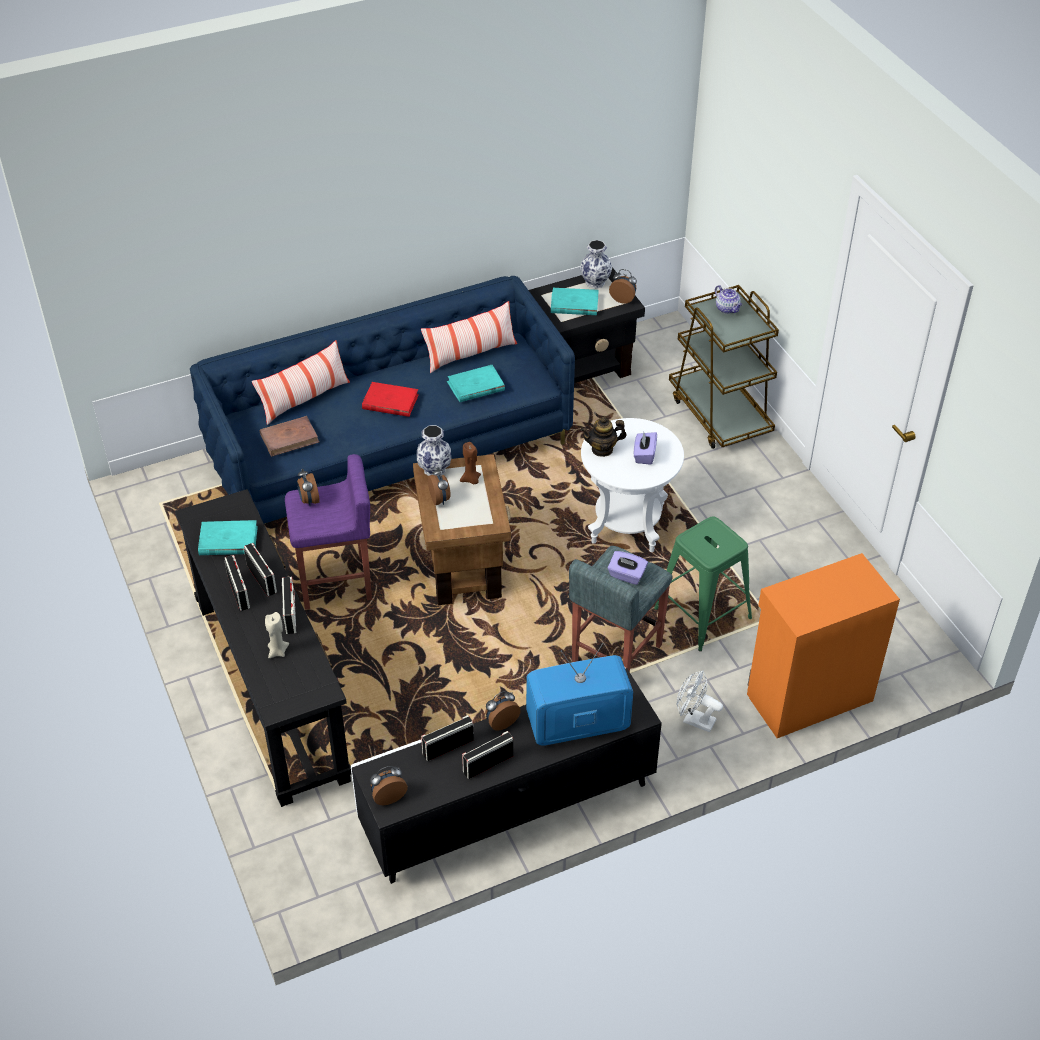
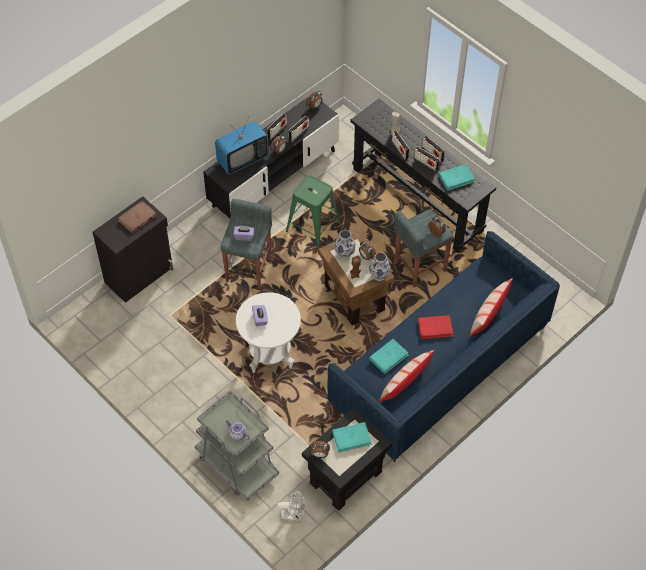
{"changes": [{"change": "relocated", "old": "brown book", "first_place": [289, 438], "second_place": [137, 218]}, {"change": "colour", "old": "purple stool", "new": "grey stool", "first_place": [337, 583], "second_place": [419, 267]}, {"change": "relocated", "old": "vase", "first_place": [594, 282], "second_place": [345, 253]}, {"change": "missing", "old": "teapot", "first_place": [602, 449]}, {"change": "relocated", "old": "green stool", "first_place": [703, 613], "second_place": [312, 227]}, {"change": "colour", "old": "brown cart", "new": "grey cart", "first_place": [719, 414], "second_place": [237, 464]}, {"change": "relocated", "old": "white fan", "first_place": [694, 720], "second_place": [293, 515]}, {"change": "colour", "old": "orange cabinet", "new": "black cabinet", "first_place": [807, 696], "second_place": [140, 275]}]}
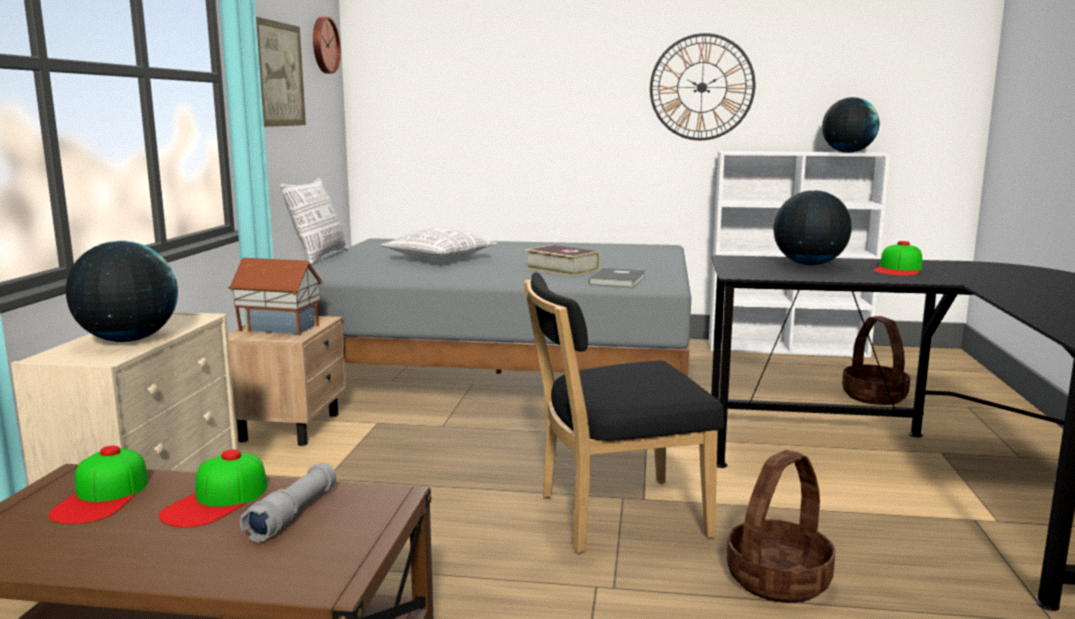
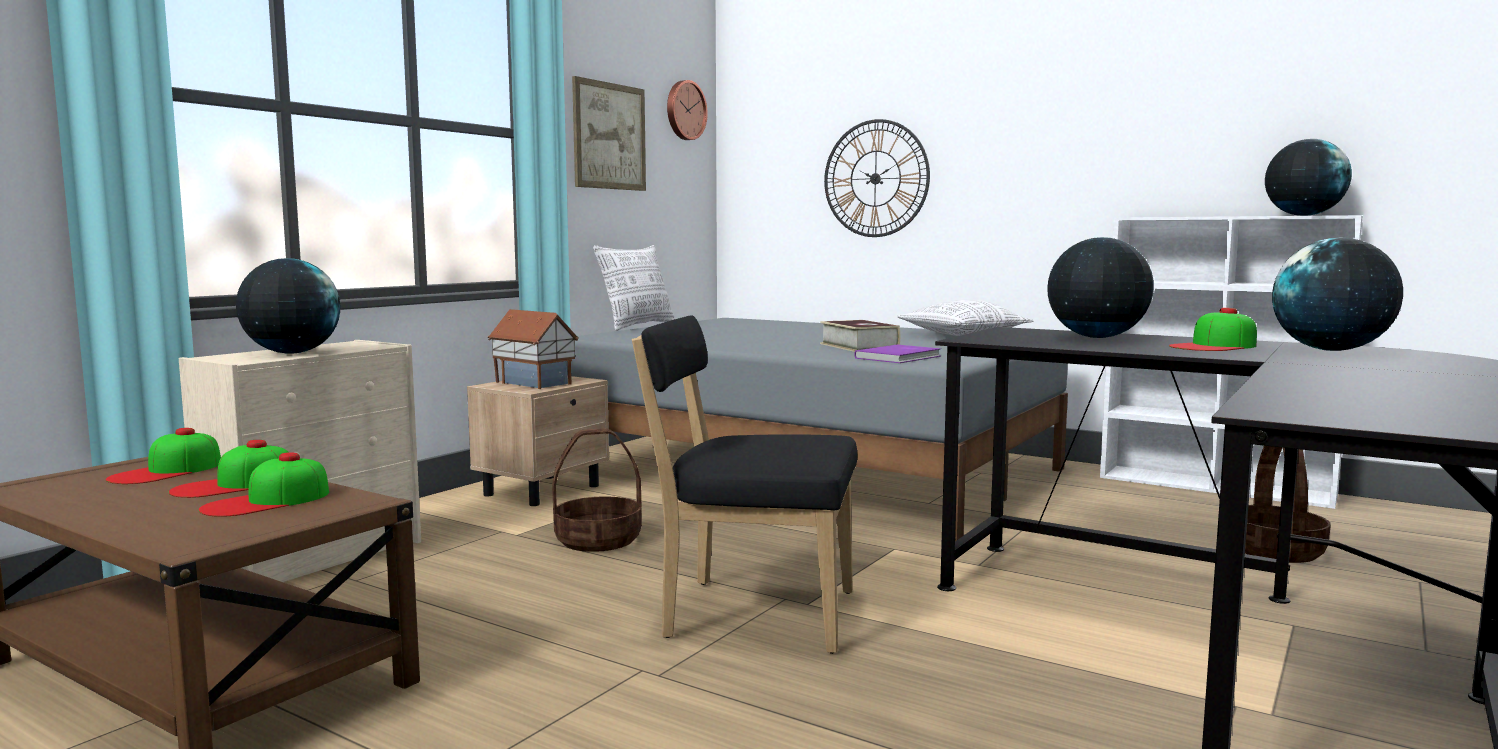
{"changes": [{"change": "exchanged", "old": "grey flashlight", "new": "cap", "first_place": [293, 514], "second_place": [266, 501]}, {"change": "relocated", "old": "pillow", "first_place": [439, 259], "second_place": [962, 336]}, {"change": "colour", "old": "grey book", "new": "purple book", "first_place": [619, 280], "second_place": [900, 357]}, {"change": "relocated", "old": "wall clock", "first_place": [702, 87], "second_place": [875, 178]}, {"change": "relocated", "old": "basket", "first_place": [778, 580], "second_place": [597, 540]}, {"change": "appeared", "new": "globe", "second_place": [1331, 350]}]}
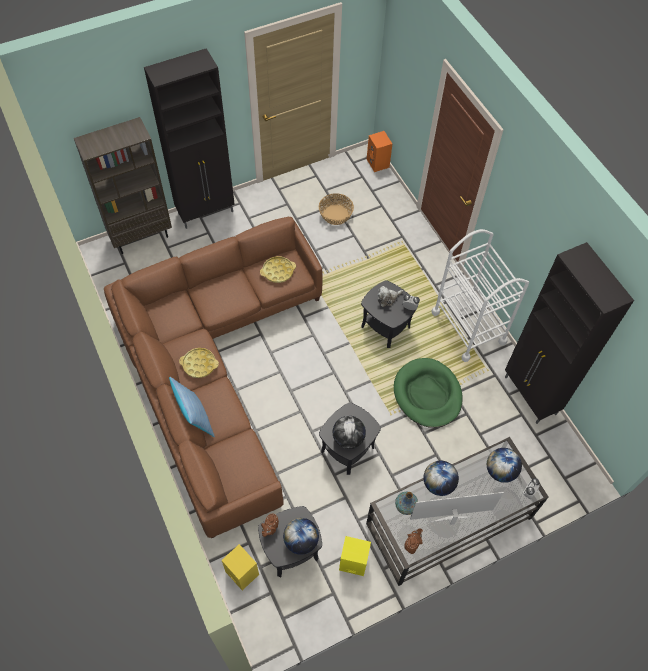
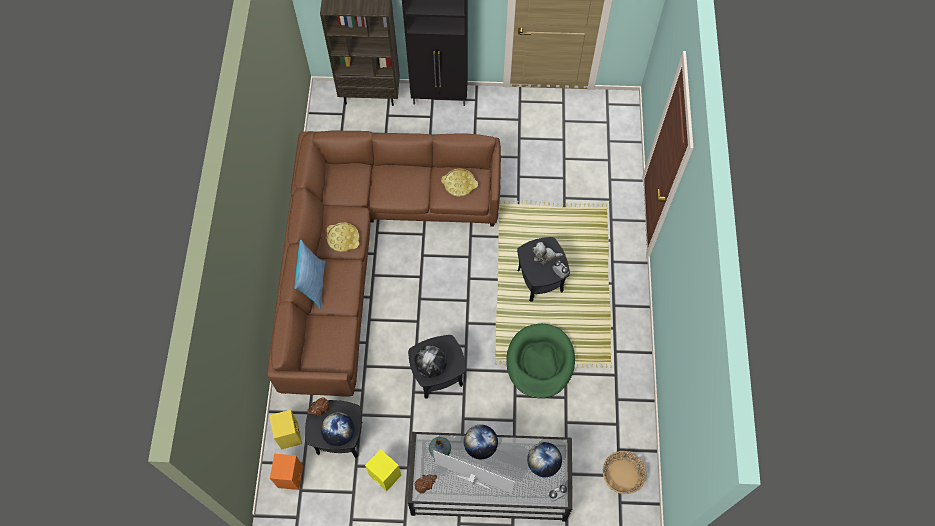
{"changes": [{"change": "relocated", "old": "basket", "first_place": [335, 214], "second_place": [622, 475]}, {"change": "relocated", "old": "orange speaker", "first_place": [378, 163], "second_place": [291, 477]}, {"change": "missing", "old": "white cart", "first_place": [468, 327]}, {"change": "missing", "old": "black cabinet", "first_place": [530, 396]}]}
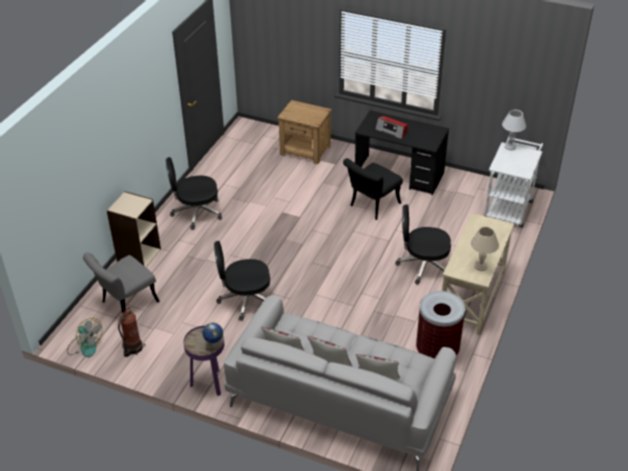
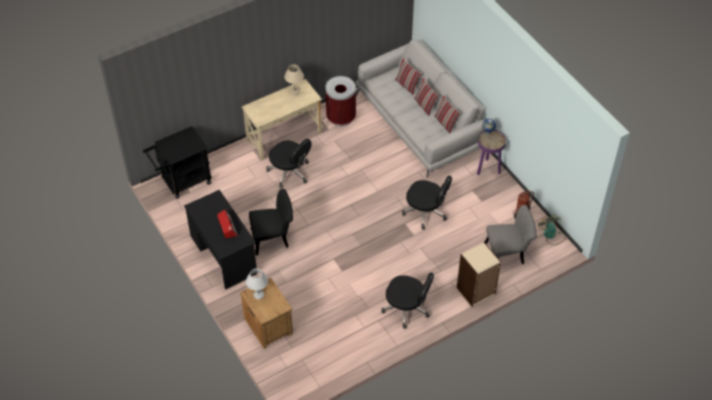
{"changes": [{"change": "colour", "old": "white cart", "new": "black cart", "first_place": [509, 206], "second_place": [182, 182]}, {"change": "relocated", "old": "white table lamp", "first_place": [510, 146], "second_place": [258, 295]}]}
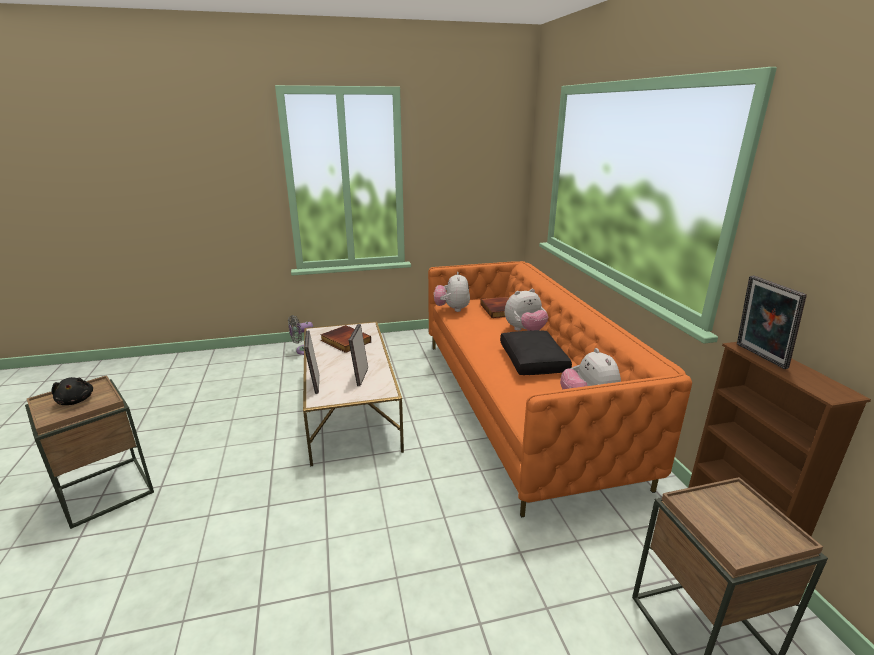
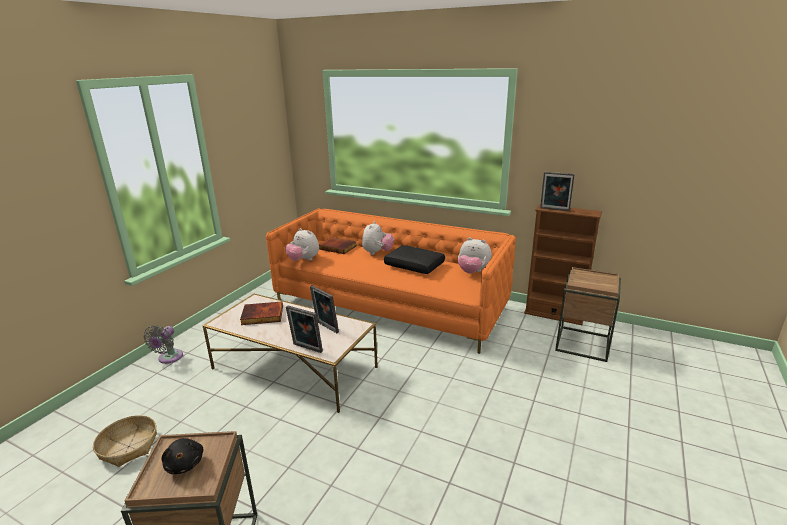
{"changes": [{"change": "spun", "old": "black plush toy", "first_place": [76, 400], "second_place": [185, 463], "degrees": 60}, {"change": "appeared", "new": "basket", "second_place": [128, 446]}]}
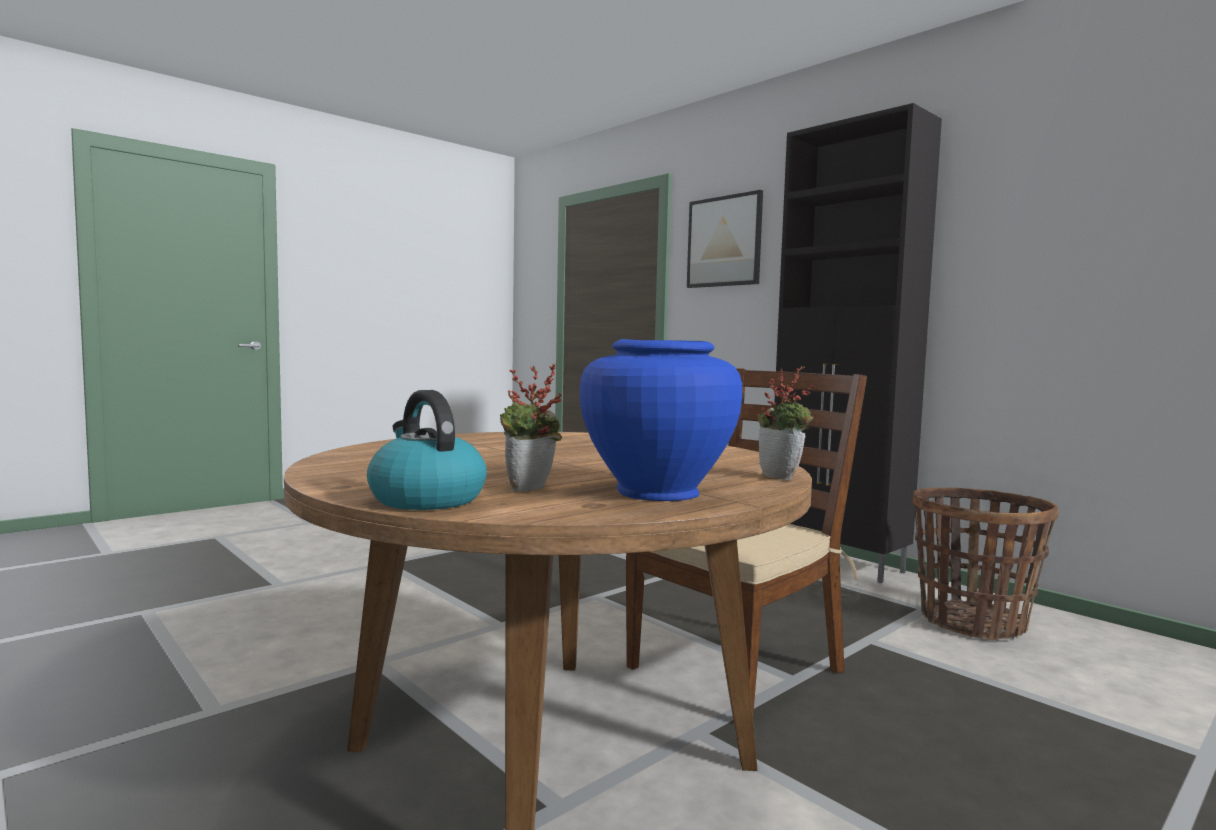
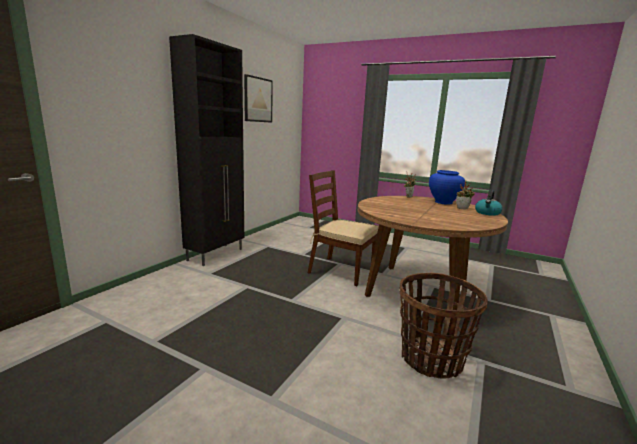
{"changes": [{"change": "relocated", "old": "picture", "first_place": [724, 241], "second_place": [258, 100]}, {"change": "relocated", "old": "basket", "first_place": [972, 622], "second_place": [431, 359]}]}
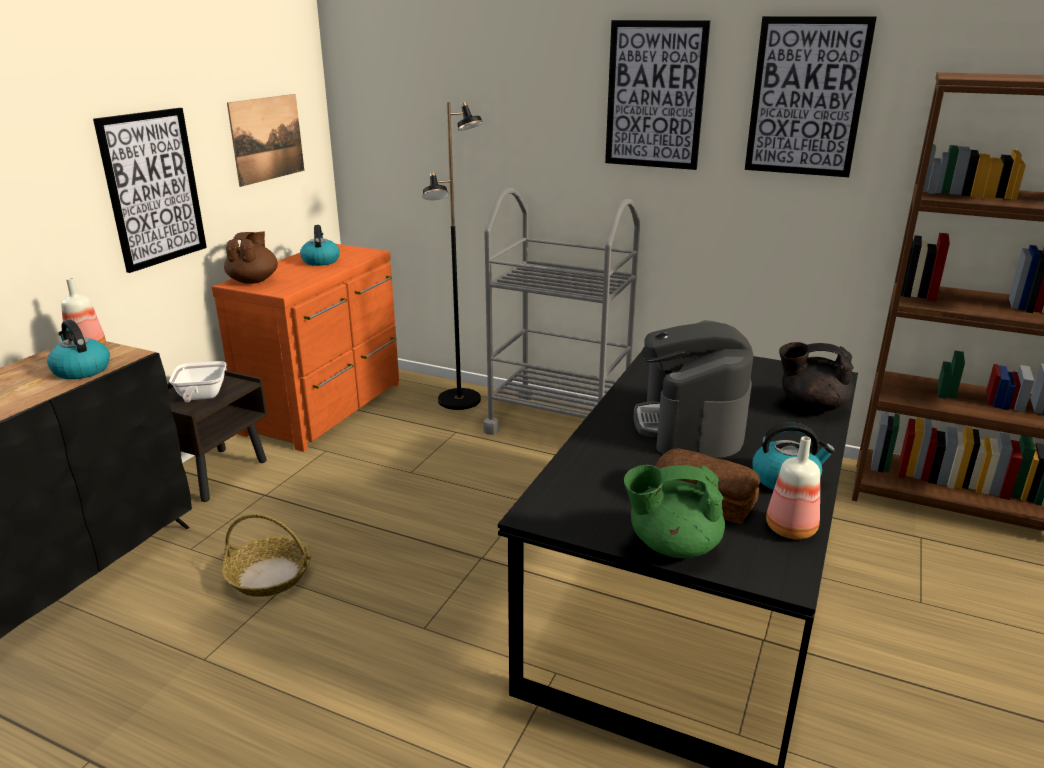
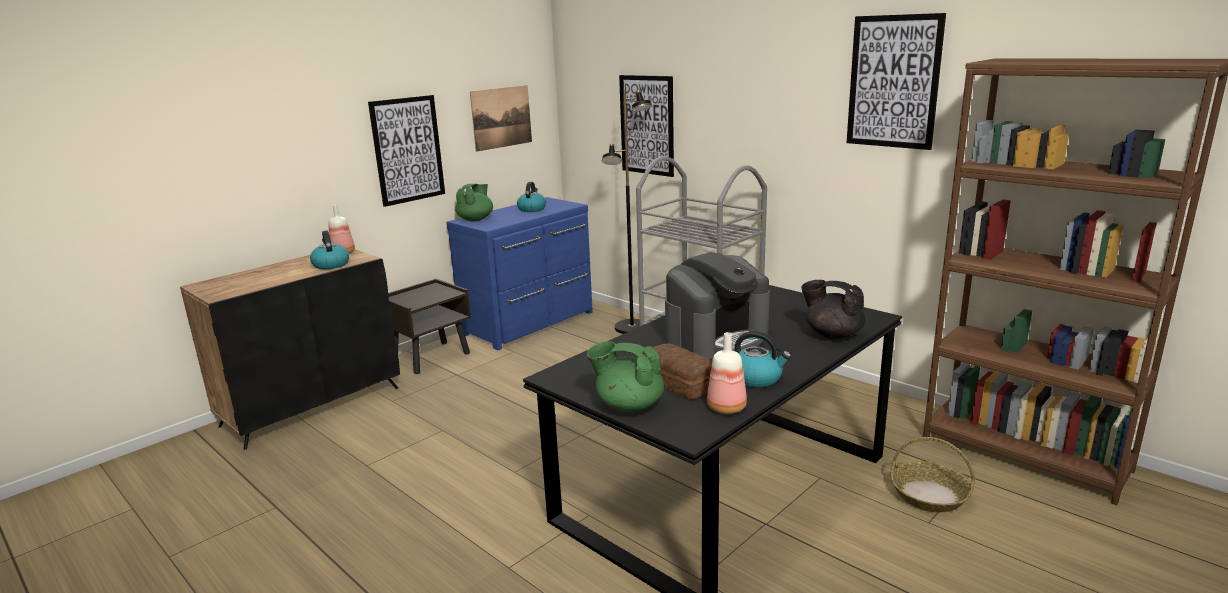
{"changes": [{"change": "missing", "old": "frying pan", "first_place": [200, 397]}, {"change": "colour", "old": "orange dresser", "new": "blue dresser", "first_place": [328, 408], "second_place": [531, 323]}, {"change": "relocated", "old": "basket", "first_place": [270, 575], "second_place": [929, 495]}, {"change": "colour", "old": "brown teapot", "new": "green teapot", "first_place": [253, 281], "second_place": [476, 219]}, {"change": "relocated", "old": "picture", "first_place": [655, 95], "second_place": [647, 125]}, {"change": "spun", "old": "coffee machine", "first_place": [690, 426], "second_place": [716, 337], "degrees": -150}]}
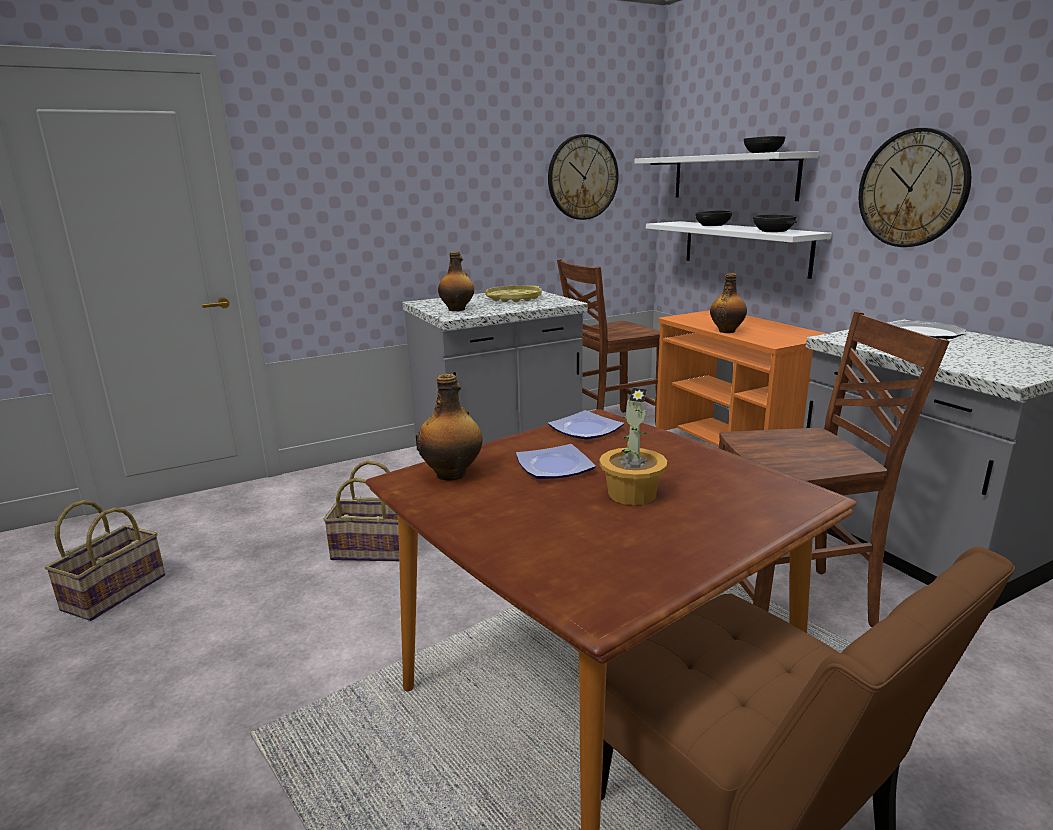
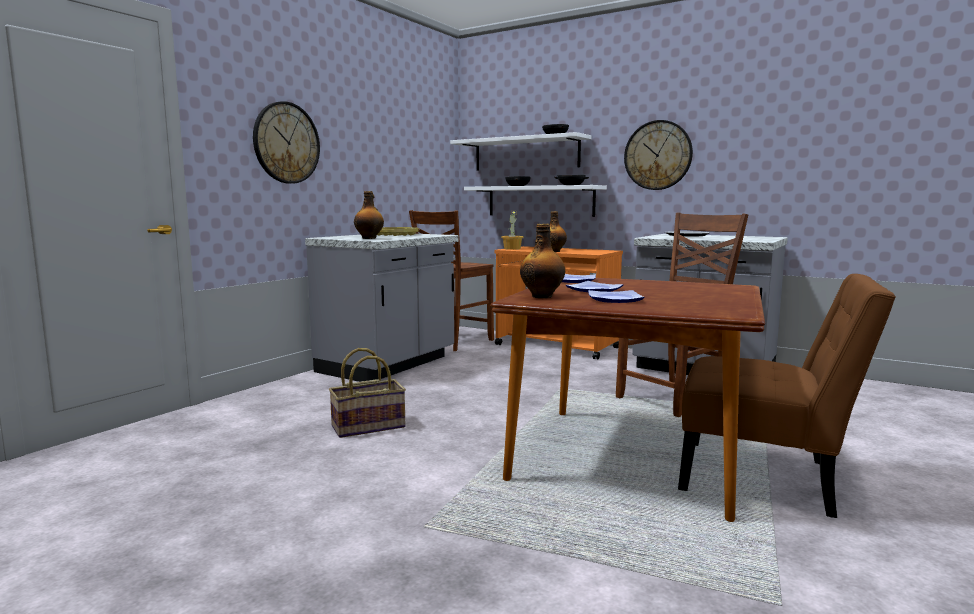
{"changes": [{"change": "missing", "old": "basket", "first_place": [114, 592]}, {"change": "relocated", "old": "wall clock", "first_place": [582, 177], "second_place": [286, 143]}, {"change": "relocated", "old": "potted plant", "first_place": [632, 493], "second_place": [512, 248]}, {"change": "appeared", "new": "plate", "second_place": [614, 300]}]}
